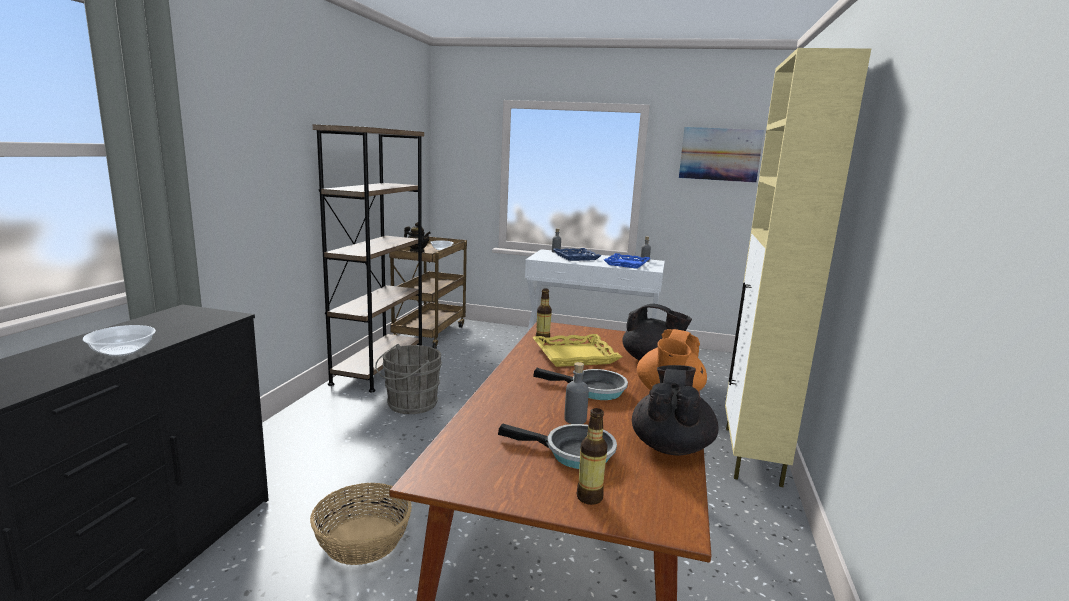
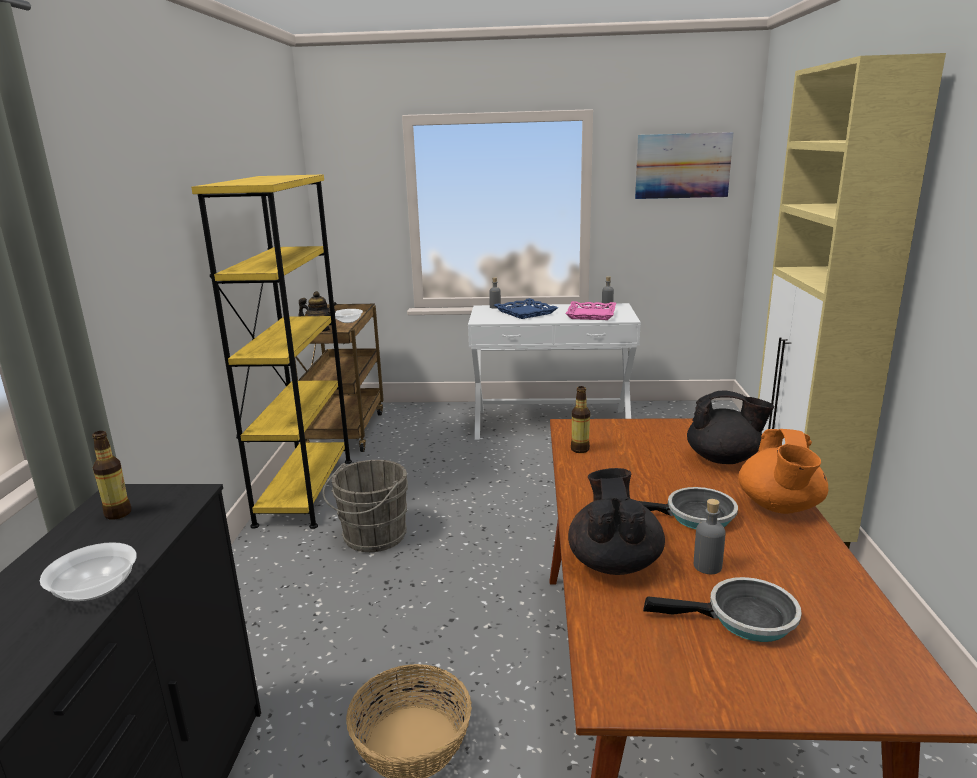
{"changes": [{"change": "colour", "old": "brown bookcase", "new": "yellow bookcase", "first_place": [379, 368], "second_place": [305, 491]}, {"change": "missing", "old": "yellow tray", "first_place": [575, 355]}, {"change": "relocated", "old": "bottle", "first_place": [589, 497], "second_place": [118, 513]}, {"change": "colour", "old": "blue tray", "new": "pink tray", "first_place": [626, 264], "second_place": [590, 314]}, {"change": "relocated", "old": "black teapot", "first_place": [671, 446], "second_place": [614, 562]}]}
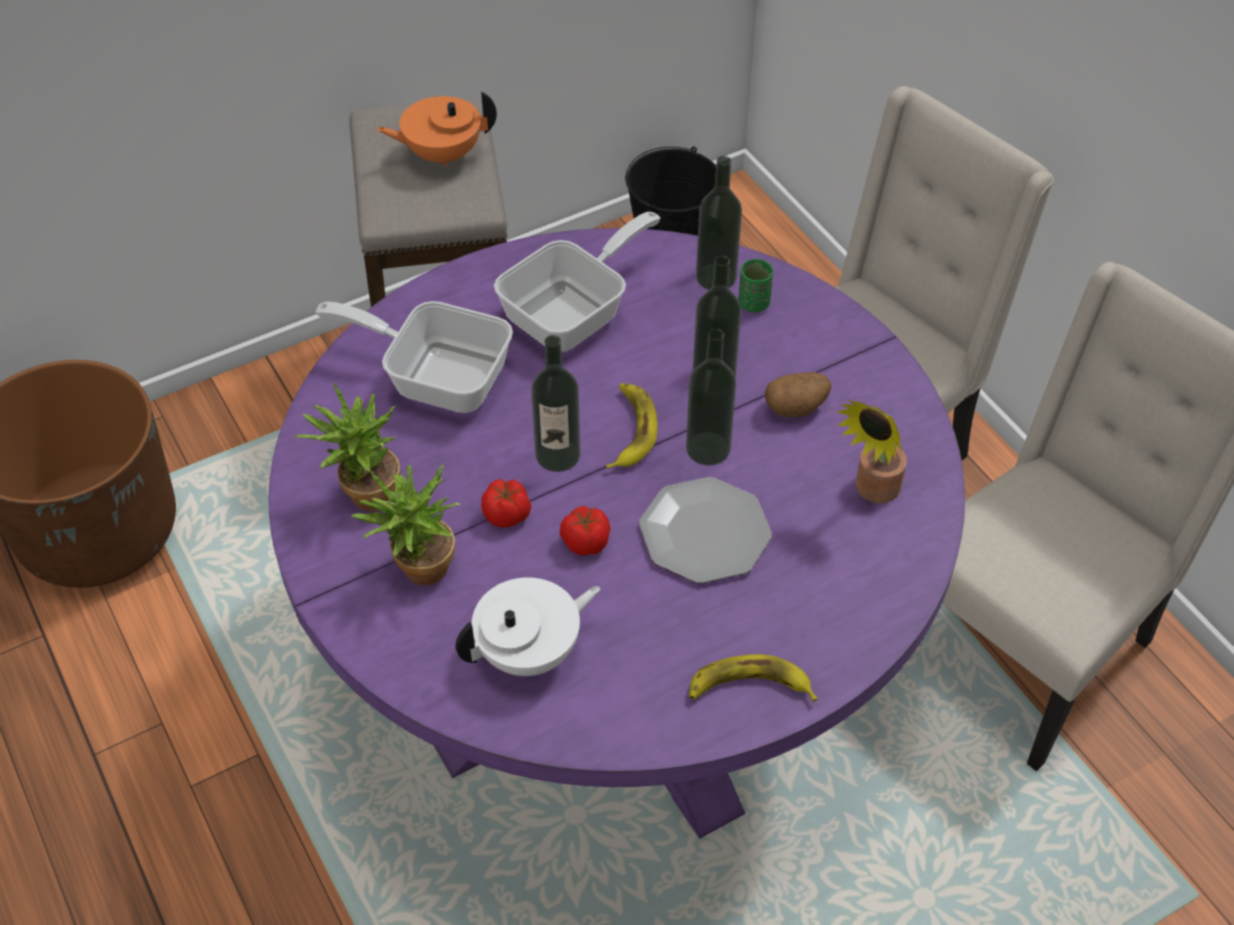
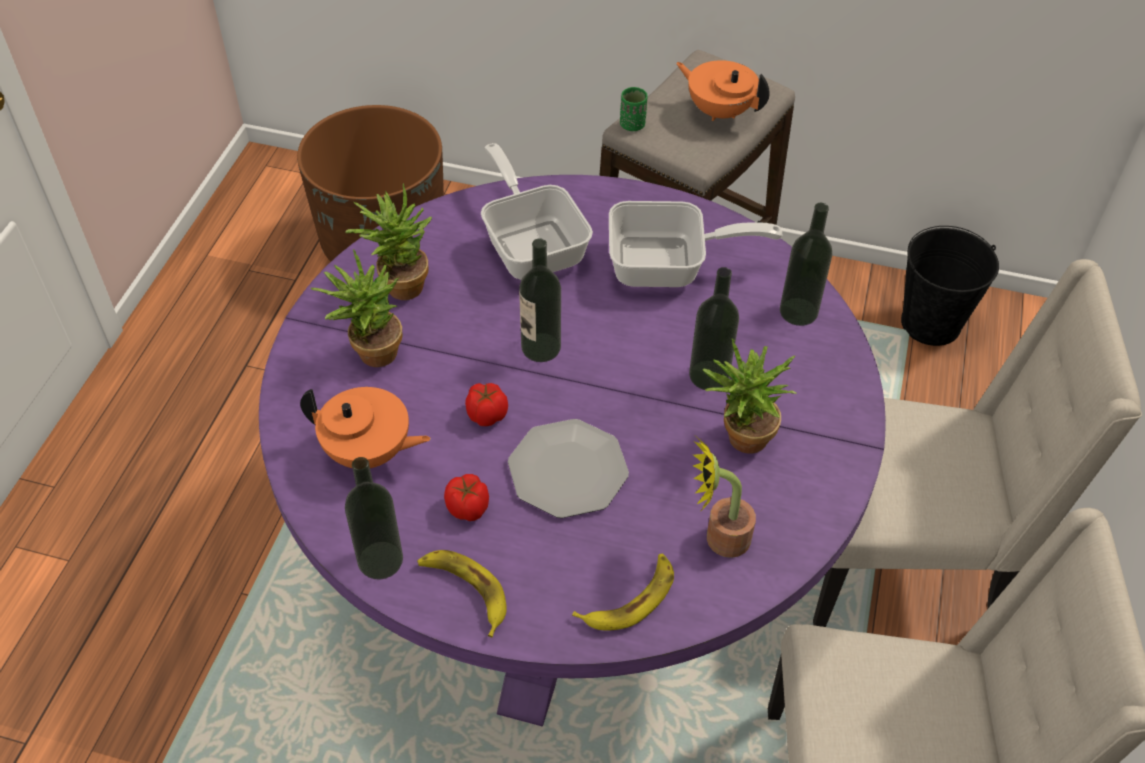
{"changes": [{"change": "colour", "old": "white teapot", "new": "orange teapot", "first_place": [530, 652], "second_place": [369, 452]}, {"change": "relocated", "old": "tomato", "first_place": [507, 515], "second_place": [468, 508]}, {"change": "relocated", "old": "banana", "first_place": [630, 430], "second_place": [630, 598]}, {"change": "relocated", "old": "bottle", "first_place": [708, 448], "second_place": [380, 560]}, {"change": "relocated", "old": "green cup", "first_place": [753, 303], "second_place": [632, 125]}, {"change": "exchanged", "old": "potato", "new": "potted plant", "first_place": [796, 407], "second_place": [739, 440]}]}
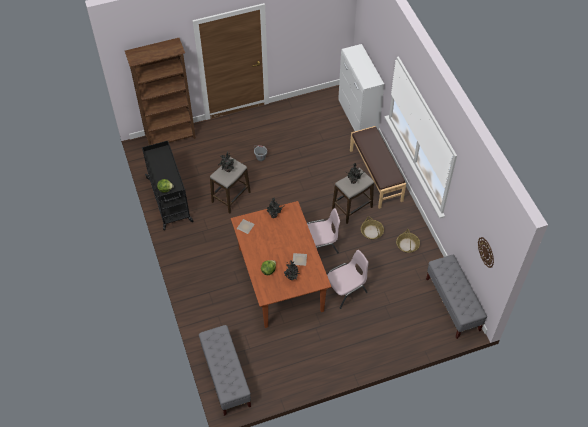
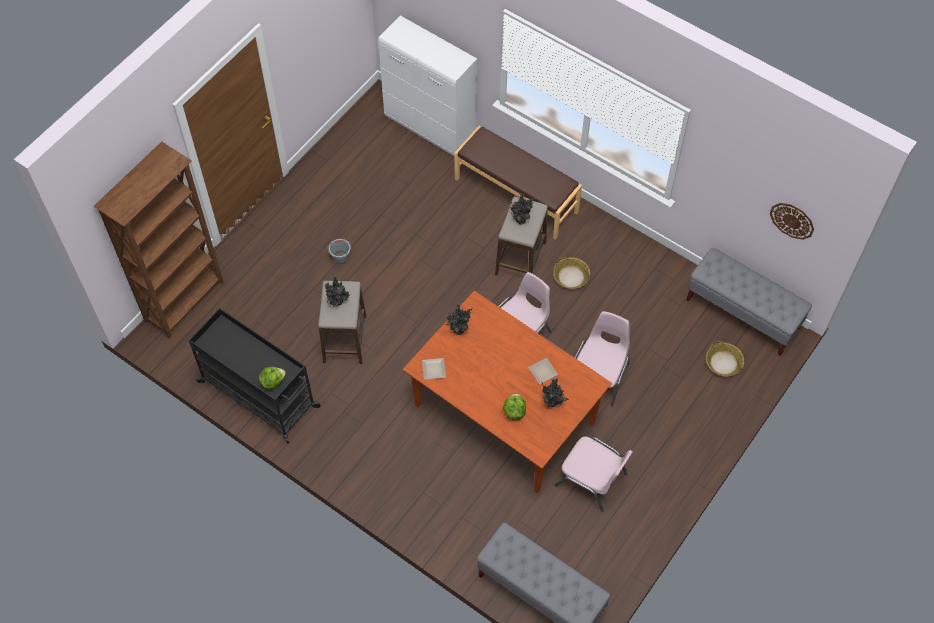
{"changes": [{"change": "relocated", "old": "basket", "first_place": [407, 245], "second_place": [724, 363]}, {"change": "appeared", "new": "pink chair", "second_place": [592, 480]}]}
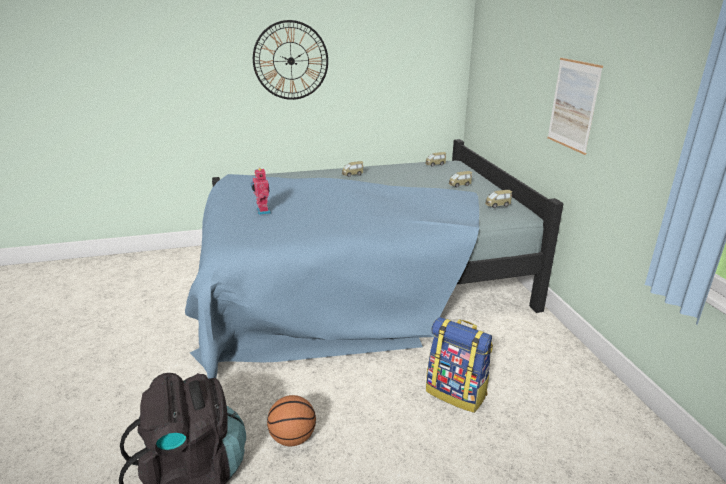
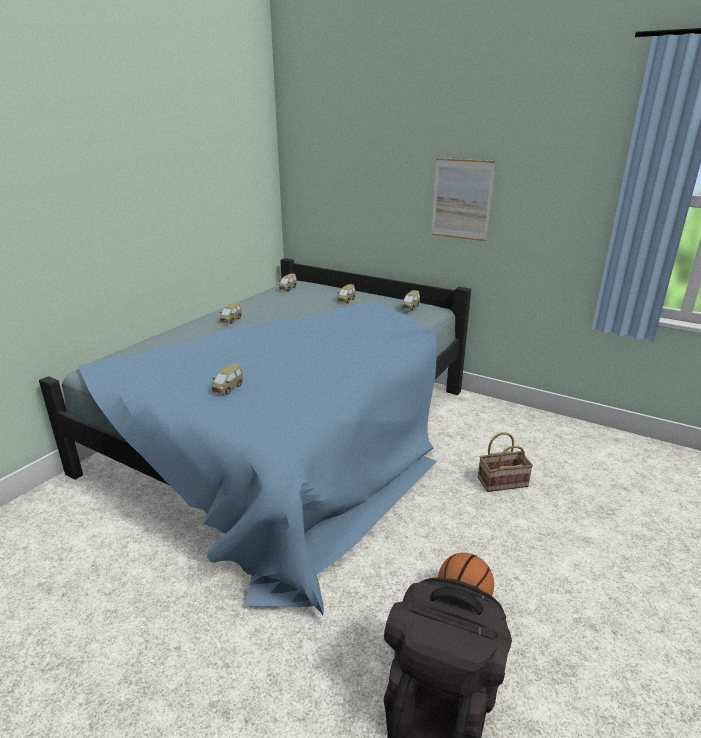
{"changes": [{"change": "exchanged", "old": "toy robot", "new": "toy car", "first_place": [262, 211], "second_place": [228, 388]}, {"change": "missing", "old": "wall clock", "first_place": [291, 61]}, {"change": "exchanged", "old": "backpack", "new": "basket", "first_place": [457, 393], "second_place": [503, 481]}]}
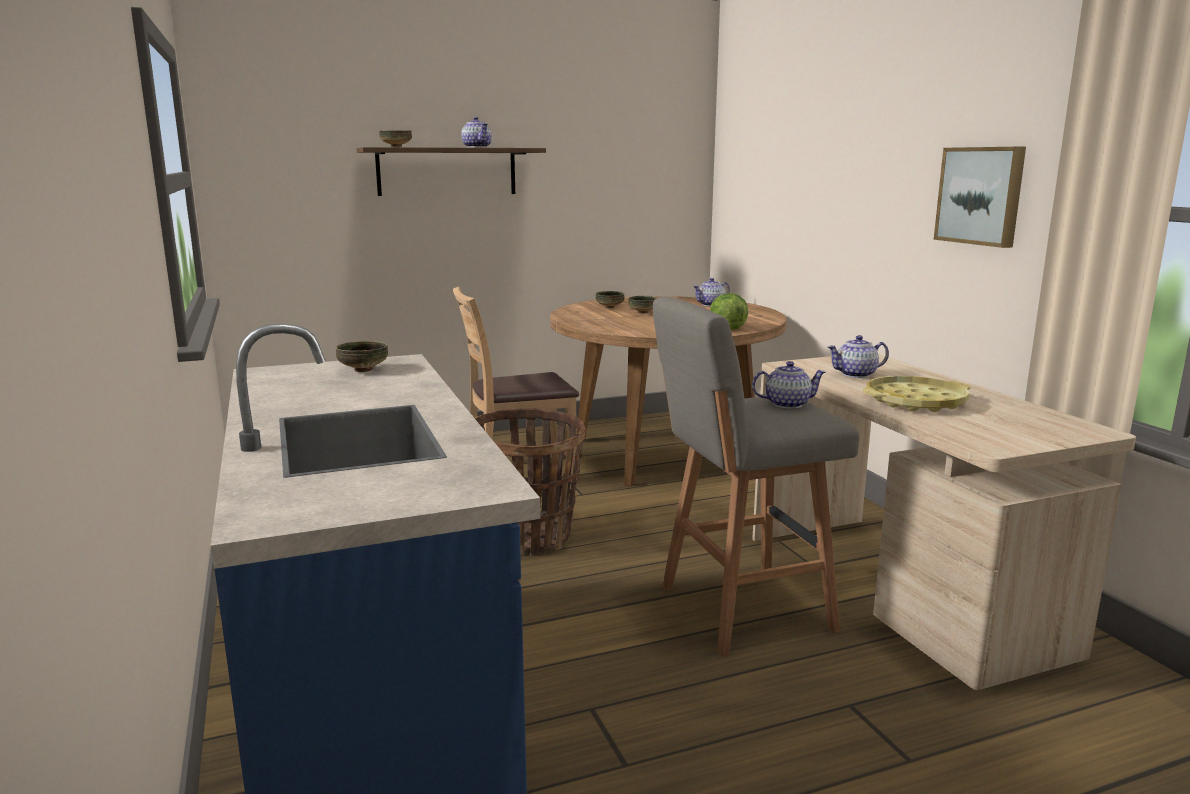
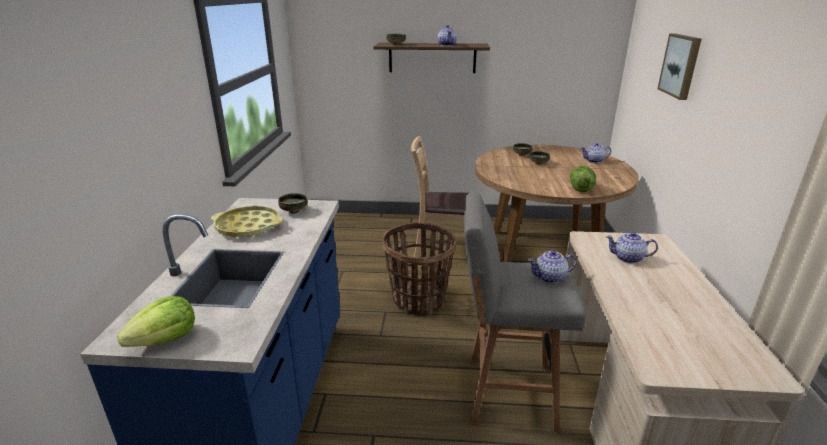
{"changes": [{"change": "spun", "old": "teapot", "first_place": [786, 404], "second_place": [550, 277], "degrees": 150}, {"change": "relocated", "old": "yellow tray", "first_place": [915, 402], "second_place": [248, 227]}, {"change": "relocated", "old": "picture", "first_place": [981, 195], "second_place": [681, 65]}, {"change": "appeared", "new": "lettuce", "second_place": [165, 339]}]}
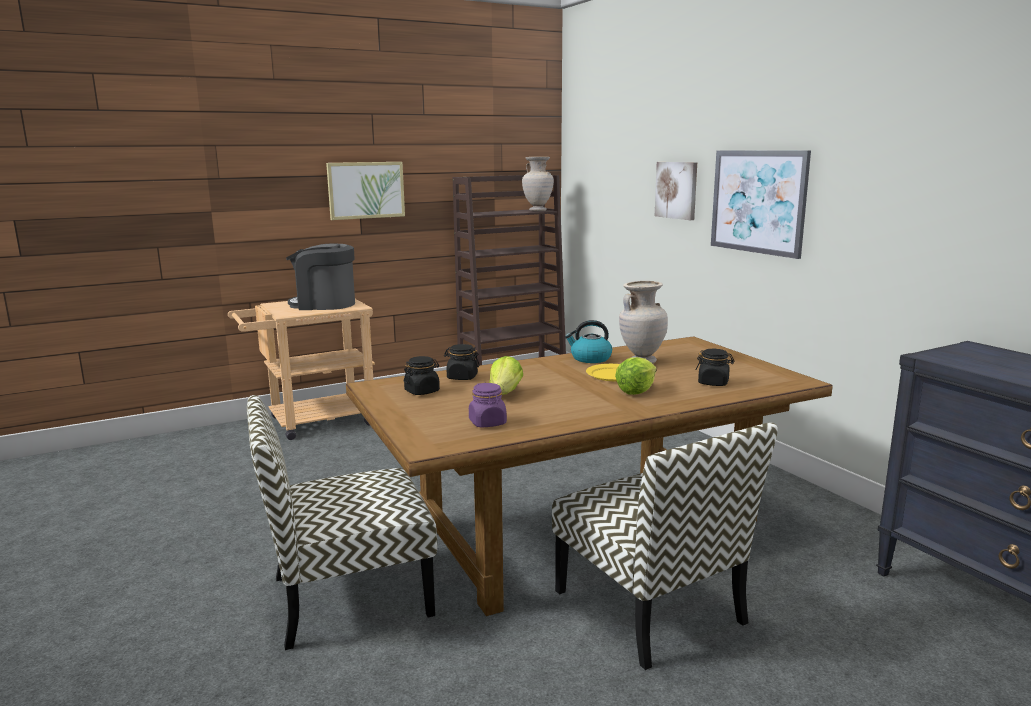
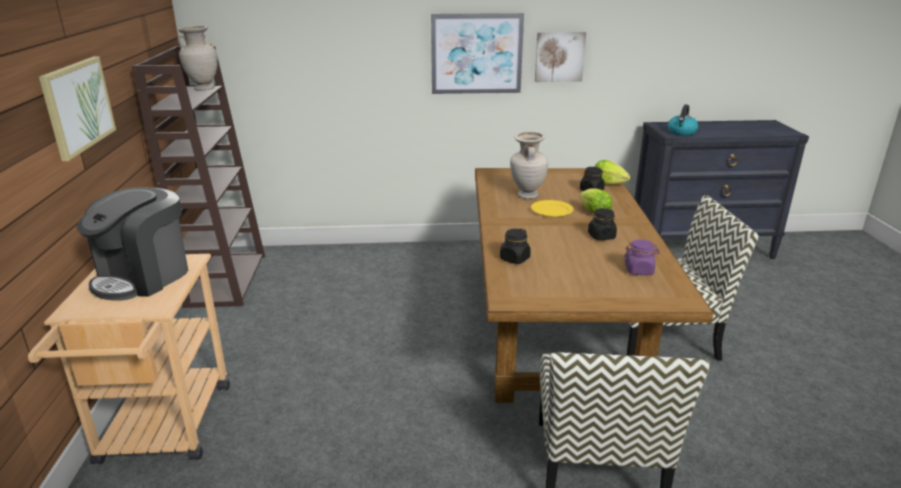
{"changes": [{"change": "relocated", "old": "black jar", "first_place": [422, 391], "second_place": [601, 236]}, {"change": "relocated", "old": "lettuce", "first_place": [505, 393], "second_place": [608, 183]}, {"change": "relocated", "old": "kettle", "first_place": [590, 358], "second_place": [681, 132]}, {"change": "relocated", "old": "picture", "first_place": [677, 190], "second_place": [559, 56]}]}
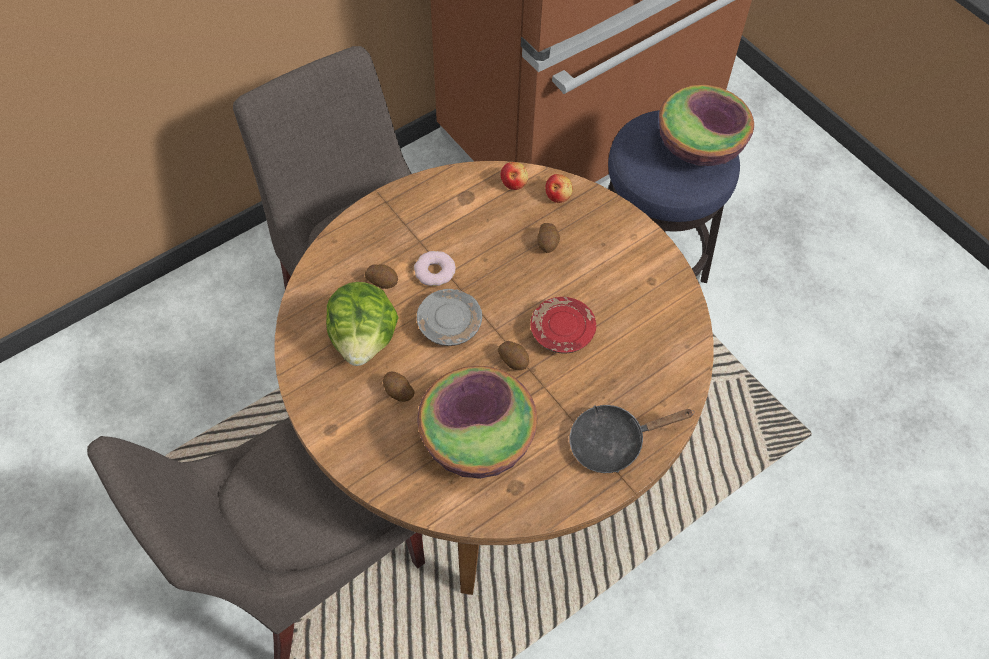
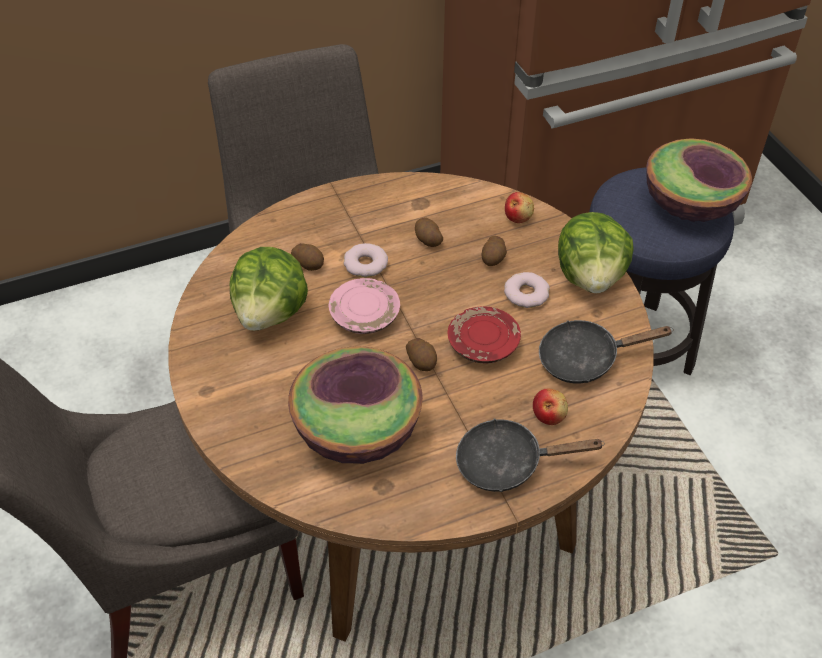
{"changes": [{"change": "relocated", "old": "potato", "first_place": [398, 392], "second_place": [427, 240]}, {"change": "colour", "old": "grey plate", "new": "pink plate", "first_place": [450, 324], "second_place": [365, 315]}, {"change": "relocated", "old": "apple", "first_place": [514, 182], "second_place": [549, 415]}, {"change": "appeared", "new": "donut", "second_place": [526, 293]}, {"change": "appeared", "new": "black frying pan", "second_place": [585, 359]}, {"change": "appeared", "new": "lettuce", "second_place": [591, 277]}]}
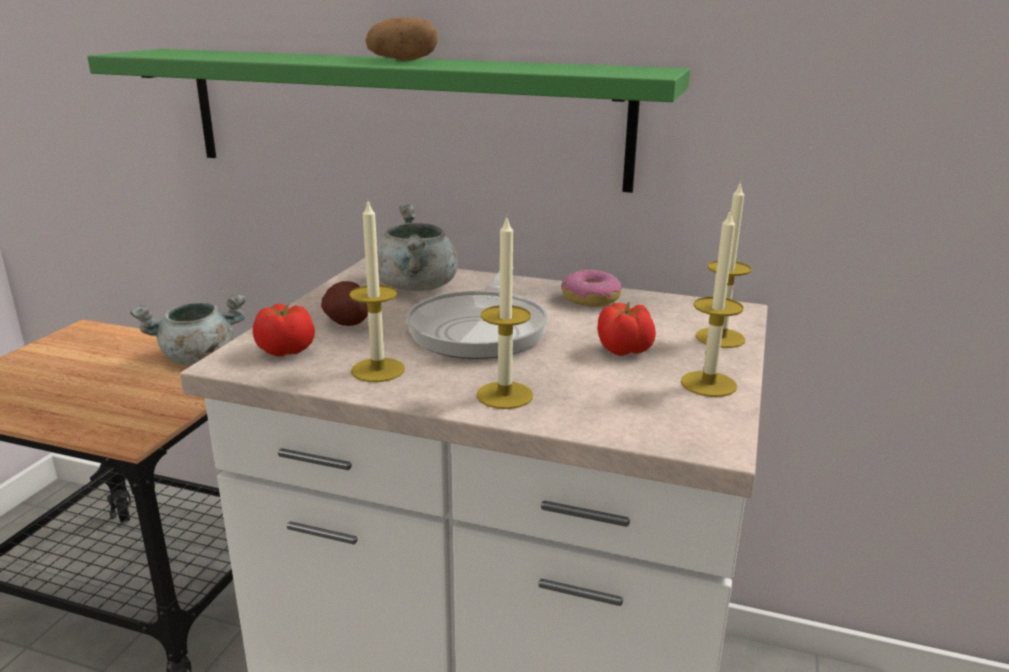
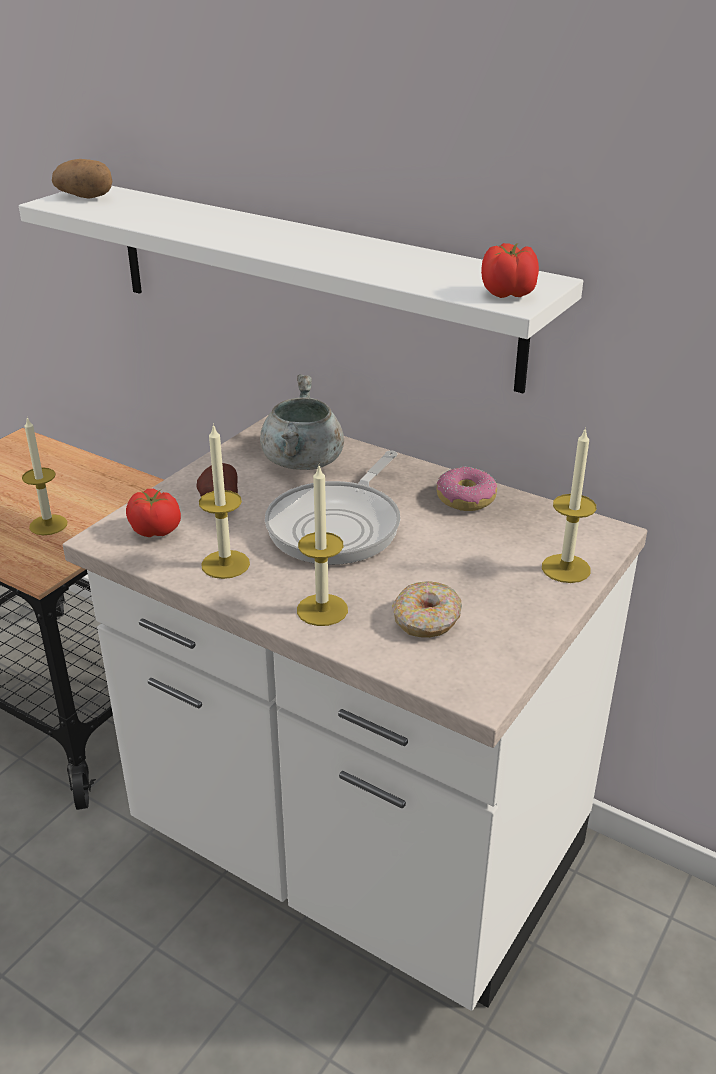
{"changes": [{"change": "colour", "old": "green shelf", "new": "white shelf", "first_place": [401, 116], "second_place": [308, 281]}, {"change": "missing", "old": "grey cooking pot", "first_place": [197, 358]}, {"change": "relocated", "old": "potato", "first_place": [403, 60], "second_place": [86, 197]}, {"change": "relocated", "old": "tomato", "first_place": [625, 350], "second_place": [509, 294]}, {"change": "relocated", "old": "candle", "first_place": [708, 384], "second_place": [48, 525]}, {"change": "appeared", "new": "donut", "second_place": [427, 620]}]}
